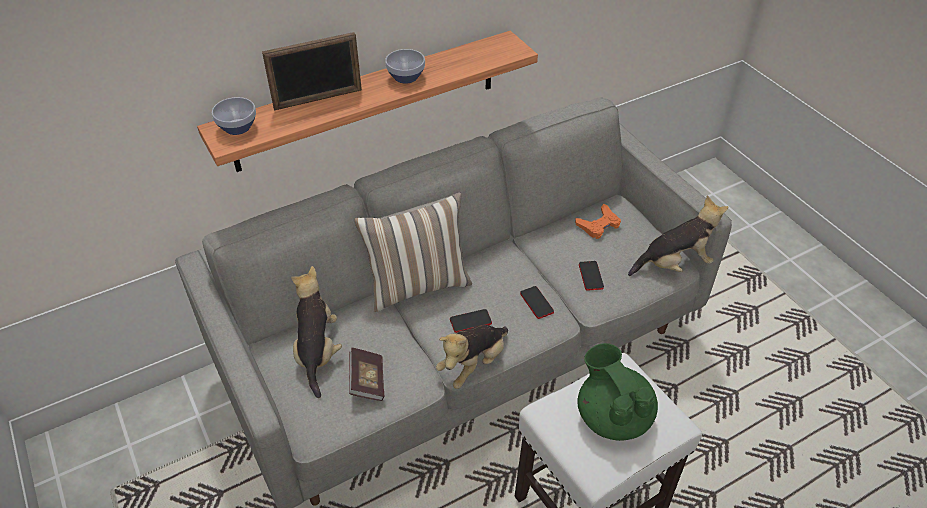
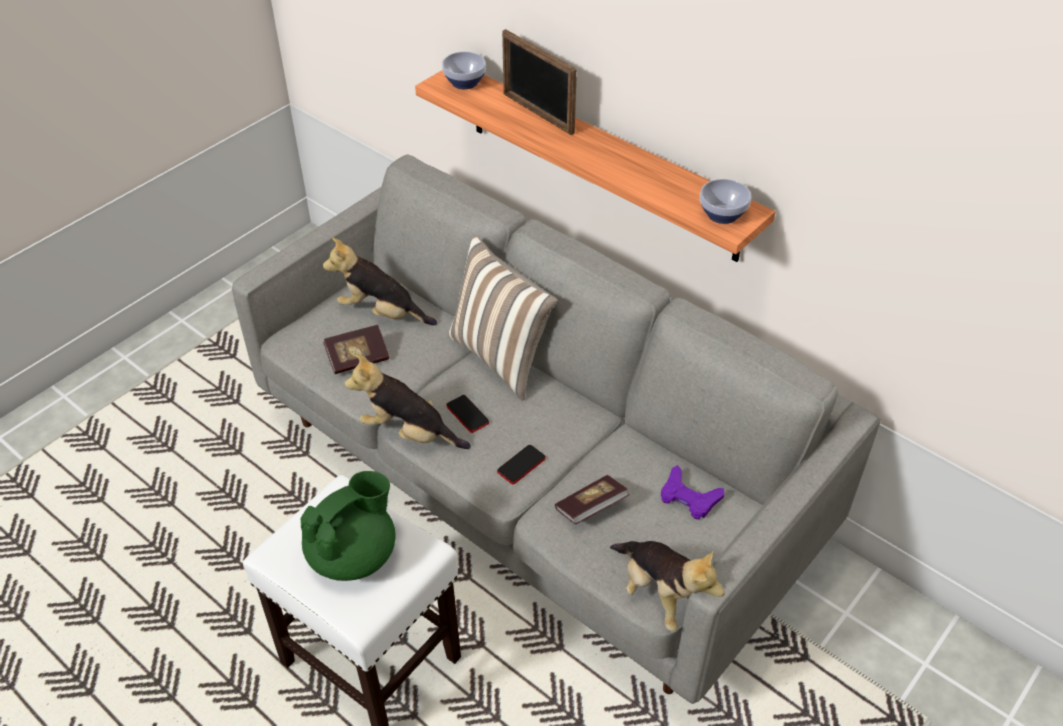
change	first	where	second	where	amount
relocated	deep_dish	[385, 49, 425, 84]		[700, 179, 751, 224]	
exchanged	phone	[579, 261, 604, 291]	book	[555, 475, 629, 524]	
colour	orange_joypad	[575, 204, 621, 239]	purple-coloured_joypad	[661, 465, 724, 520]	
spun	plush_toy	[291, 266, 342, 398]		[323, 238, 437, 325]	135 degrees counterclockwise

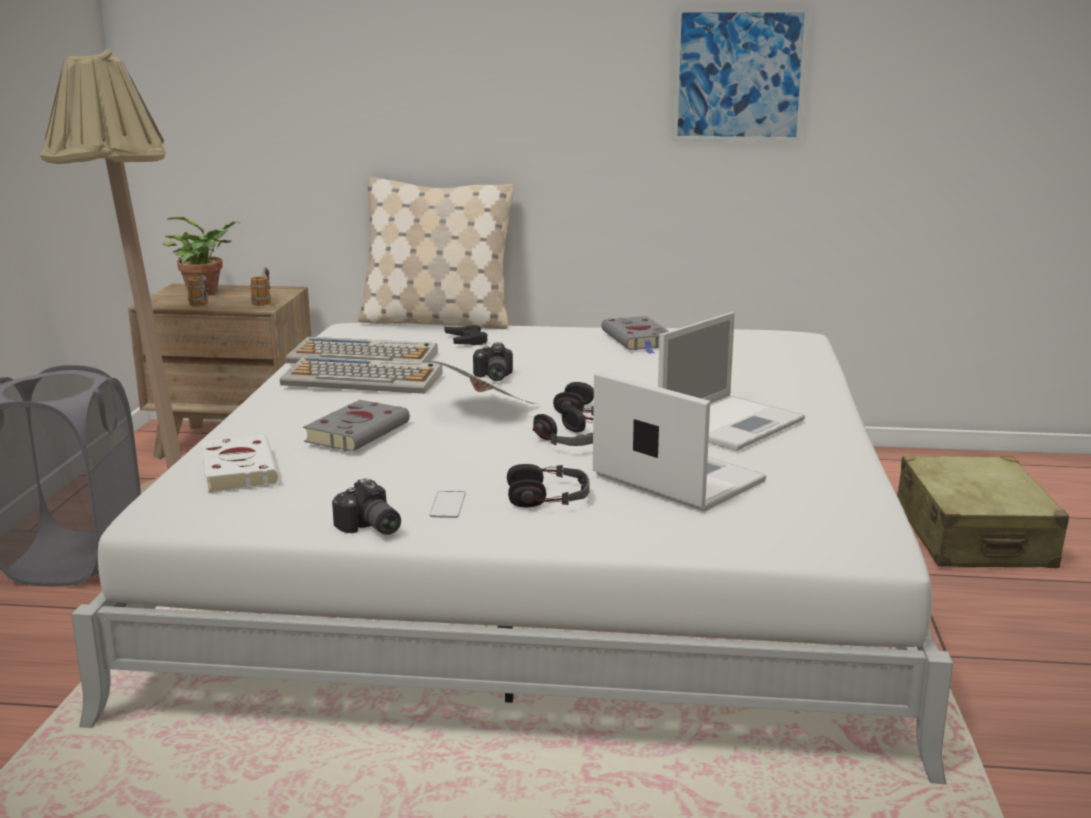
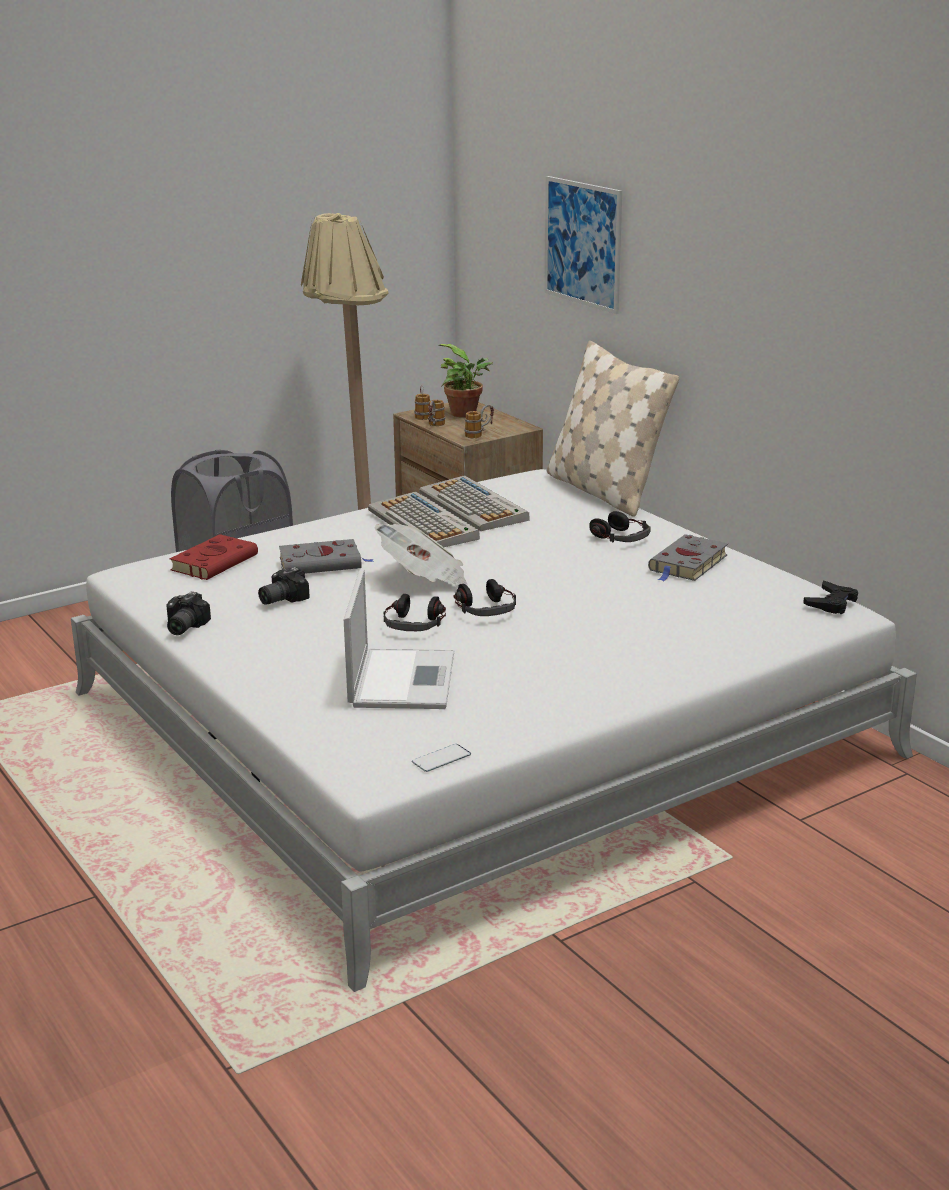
change	first	where	second	where	amount
missing	notebook_computer	[658, 312, 805, 451]			
missing	beige_suitcase	[897, 456, 1069, 568]			
appeared			tea_mug	[414, 385, 431, 420]	
relocated	phone	[430, 491, 466, 518]		[412, 744, 471, 772]	
relocated	black_joypad	[445, 325, 488, 345]		[803, 580, 858, 614]	
relocated	still_camera	[473, 342, 513, 381]		[258, 567, 310, 605]	
relocated	headset	[507, 464, 590, 507]		[589, 511, 651, 543]	
relocated	wall_art	[673, 8, 810, 142]		[544, 176, 622, 314]	
colour	whitish_book	[202, 435, 278, 493]	reddish_book	[169, 534, 258, 580]	

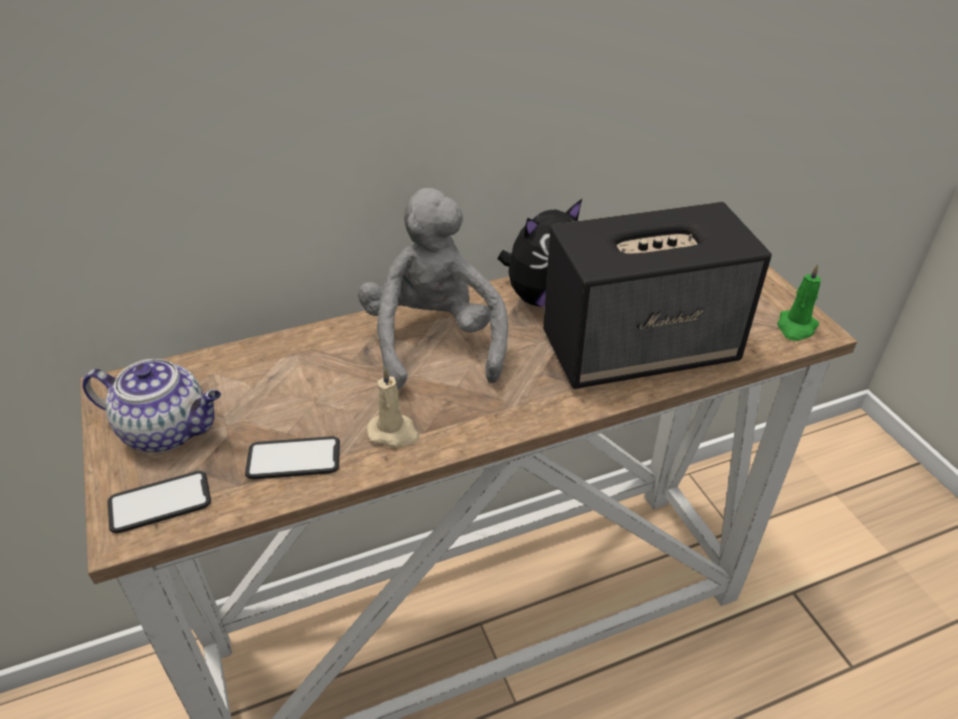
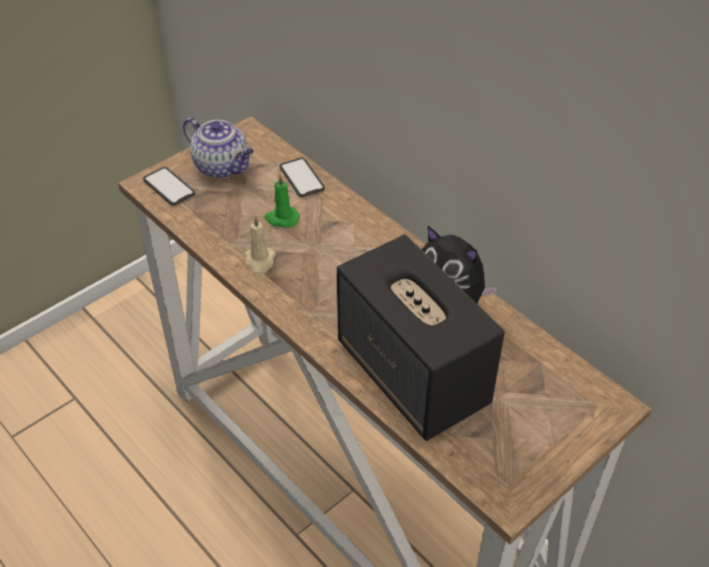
change	first	where	second	where	amount
missing	grey_plush_toy	[358, 188, 508, 390]			
relocated	phone	[245, 436, 340, 479]		[280, 158, 325, 197]	
relocated	greenish_candle	[777, 264, 821, 341]		[264, 174, 300, 228]	
spun	teapot	[82, 359, 221, 453]		[183, 117, 254, 179]	45 degrees counterclockwise

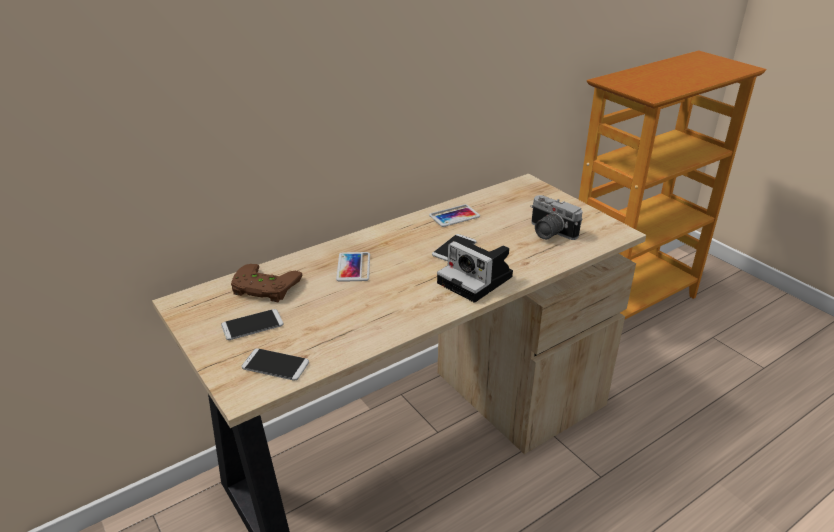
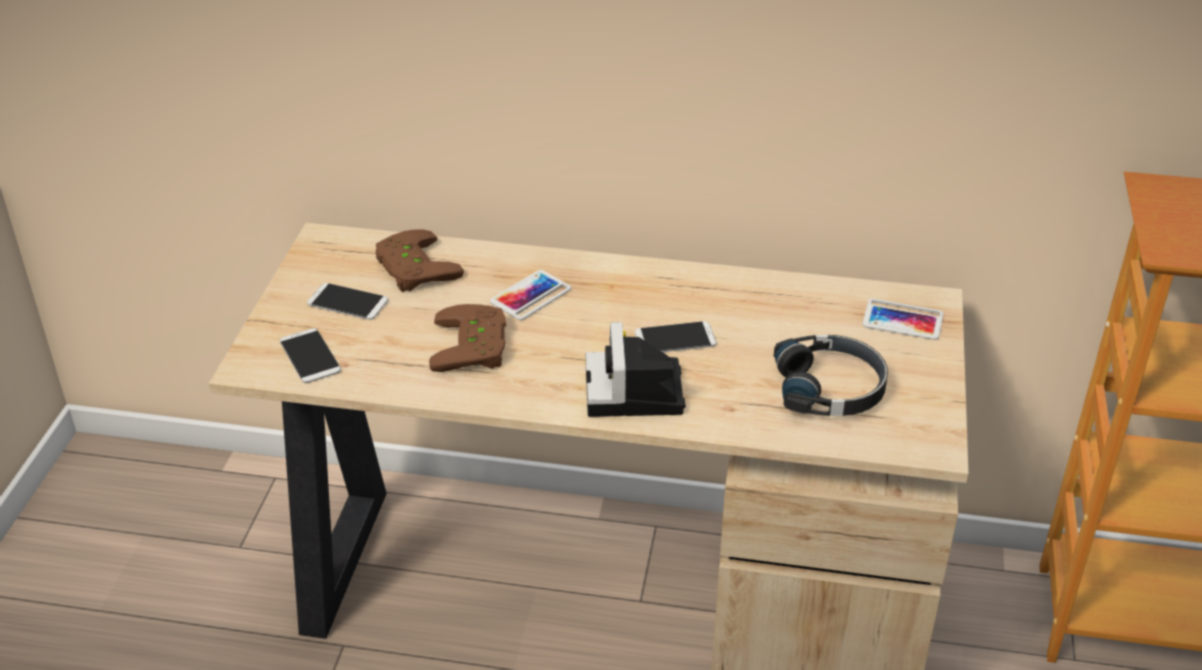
change	first	where	second	where	amount
appeared			brownish_joypad	[429, 304, 506, 372]	
relocated	phone	[429, 204, 480, 227]		[862, 298, 943, 340]	
exchanged	still_camera	[530, 195, 583, 240]	black_headset	[774, 335, 888, 416]	

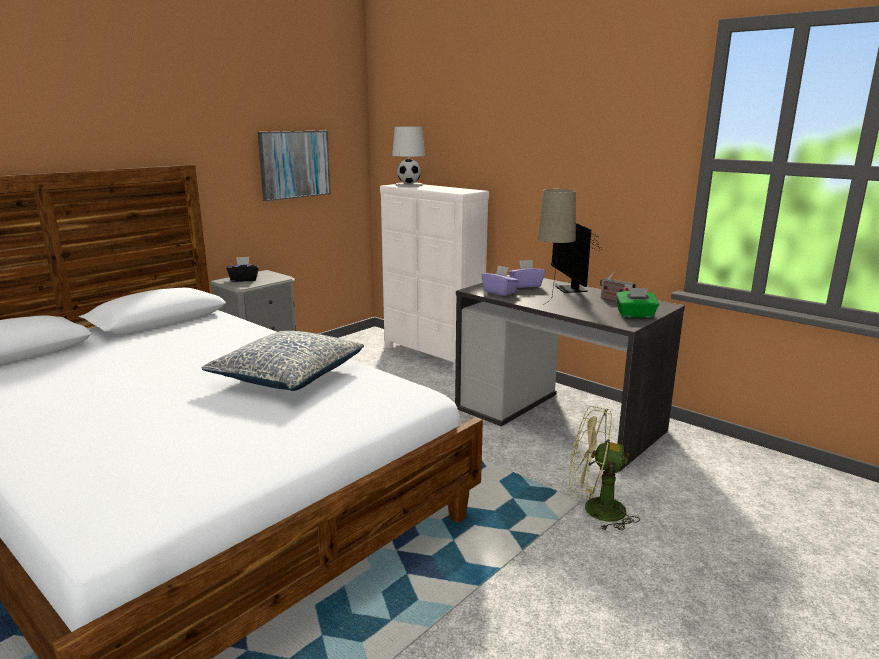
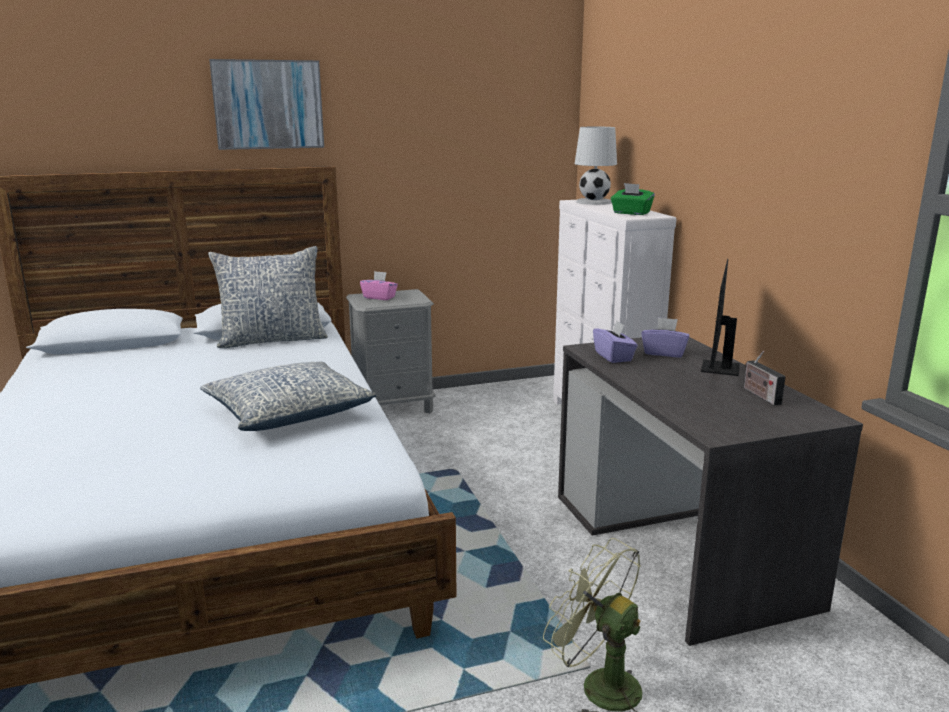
change	first	where	second	where	amount
missing	beige_table_lamp	[538, 189, 576, 305]			
appeared			throw_pillow	[208, 246, 328, 348]	
relocated	wall_art	[257, 131, 331, 201]		[209, 59, 324, 150]	
relocated	greenish_box_of_tissues	[616, 288, 659, 318]		[611, 183, 655, 215]	
colour	black_box_of_tissues	[227, 257, 259, 282]	pinkish_box_of_tissues	[360, 271, 398, 300]	

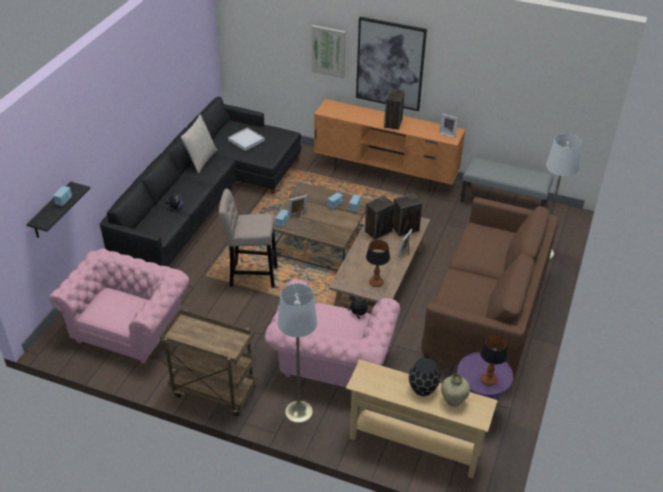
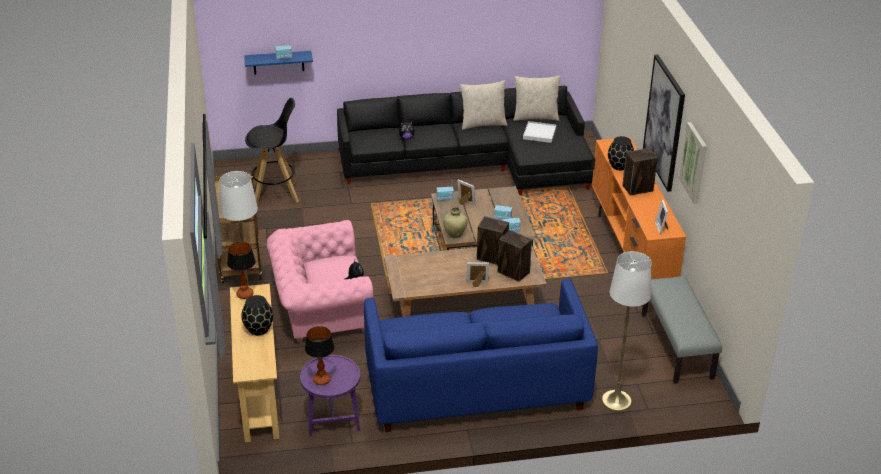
change	first	where	second	where	amount
missing	beige_stool	[219, 189, 278, 288]			
appeared			beige_throw_pillow	[513, 75, 561, 121]	
appeared			black_flower_vase	[608, 136, 634, 170]	
relocated	wall_art	[312, 25, 346, 79]		[679, 122, 707, 204]	
relocated	table_lamp	[366, 240, 390, 287]		[227, 242, 256, 299]	
relocated	beige_flower_vase	[441, 373, 470, 407]		[443, 207, 467, 238]	
exchanged	pinkish_lounge_chair	[49, 248, 189, 364]	black_stool	[245, 98, 299, 205]	
colour	black_shelf	[26, 182, 90, 238]	blue-coloured_shelf	[244, 51, 313, 75]	
colour	brownish_settee	[421, 197, 558, 378]	blue-coloured_settee	[364, 279, 598, 432]	

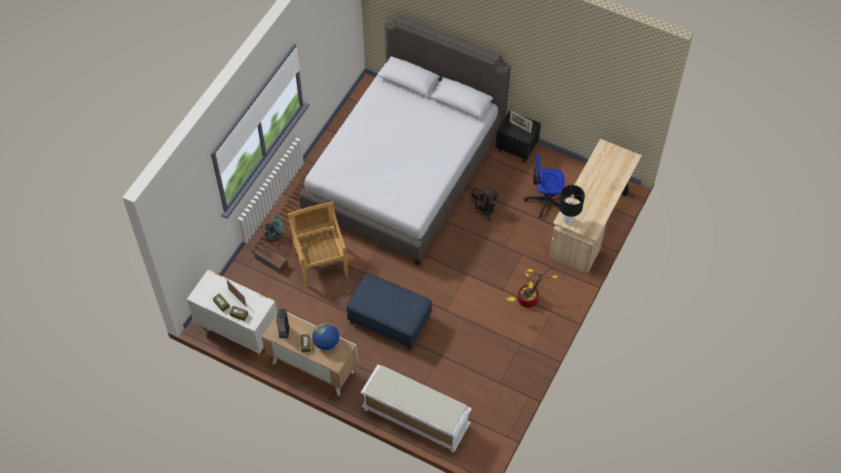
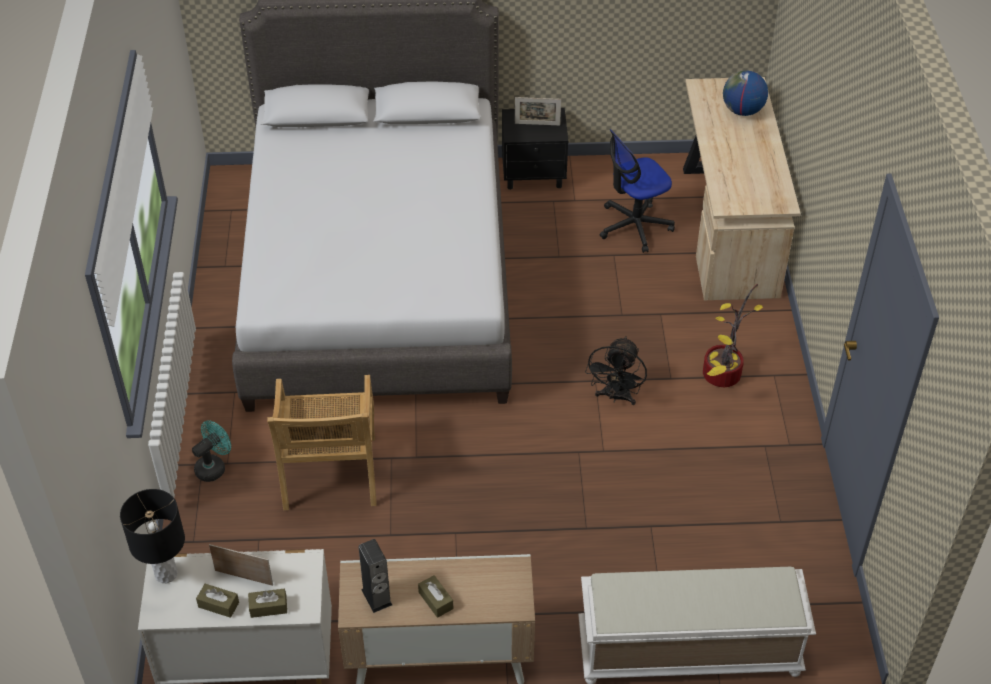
change	first	where	second	where	amount
missing	speaker	[254, 244, 288, 274]			
missing	blue-coloured_pouffe	[346, 273, 432, 350]			
relocated	globe	[312, 323, 339, 350]		[723, 70, 768, 116]	
relocated	black_fan	[468, 187, 499, 221]		[585, 336, 647, 405]	
relocated	black_table_lamp	[559, 185, 585, 225]		[120, 489, 185, 583]	
spun	beige_upright_chair	[288, 202, 348, 288]		[267, 375, 377, 510]	135 degrees counterclockwise

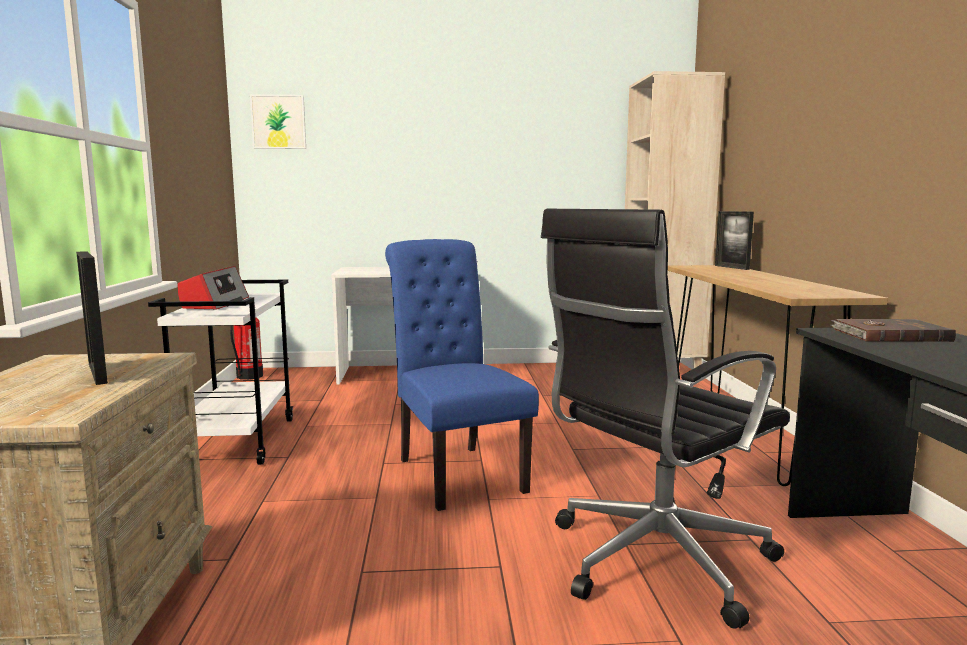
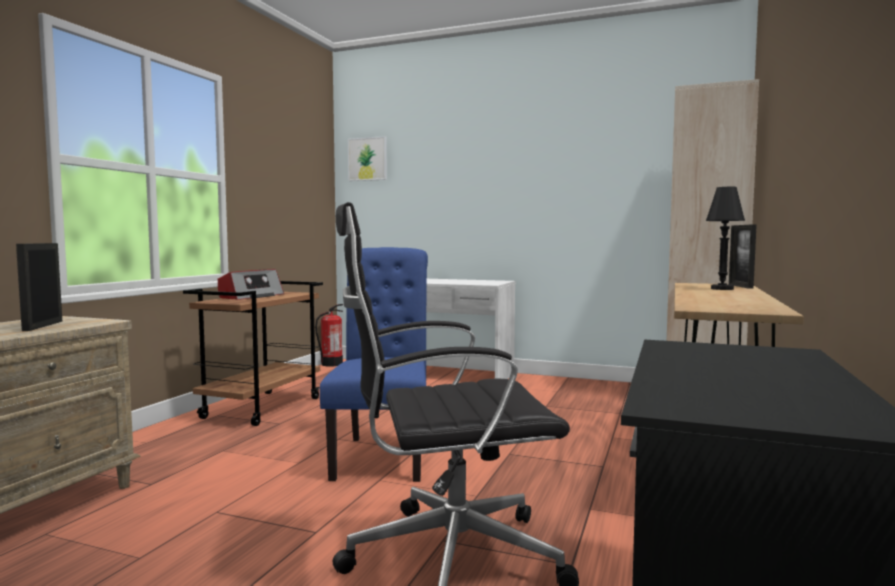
change	first	where	second	where	amount
missing	brownish_book	[831, 319, 956, 342]			
appeared			black_table_lamp	[706, 187, 745, 290]	
colour	whitish_cart	[148, 280, 293, 465]	brownish_cart	[183, 281, 323, 426]	

